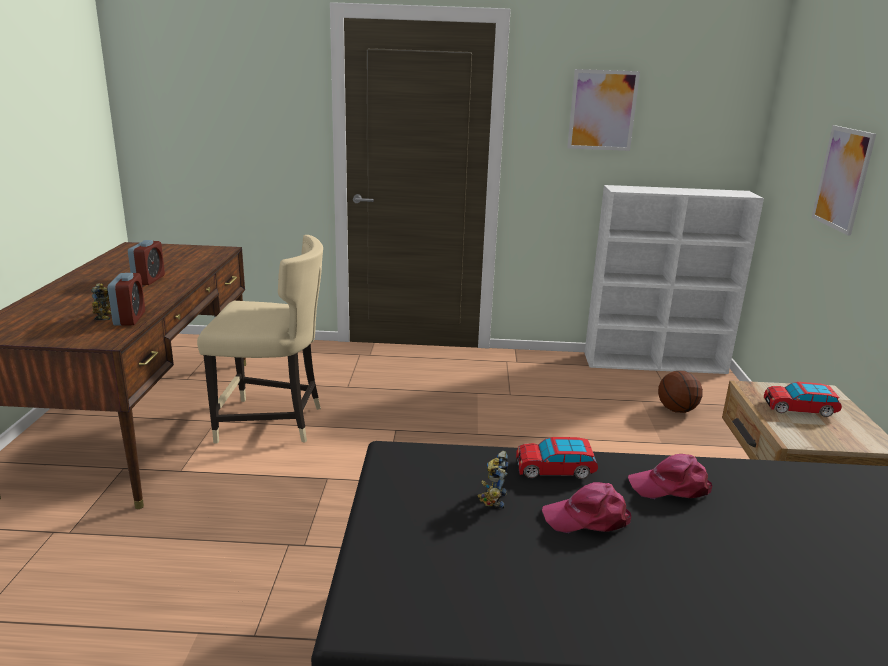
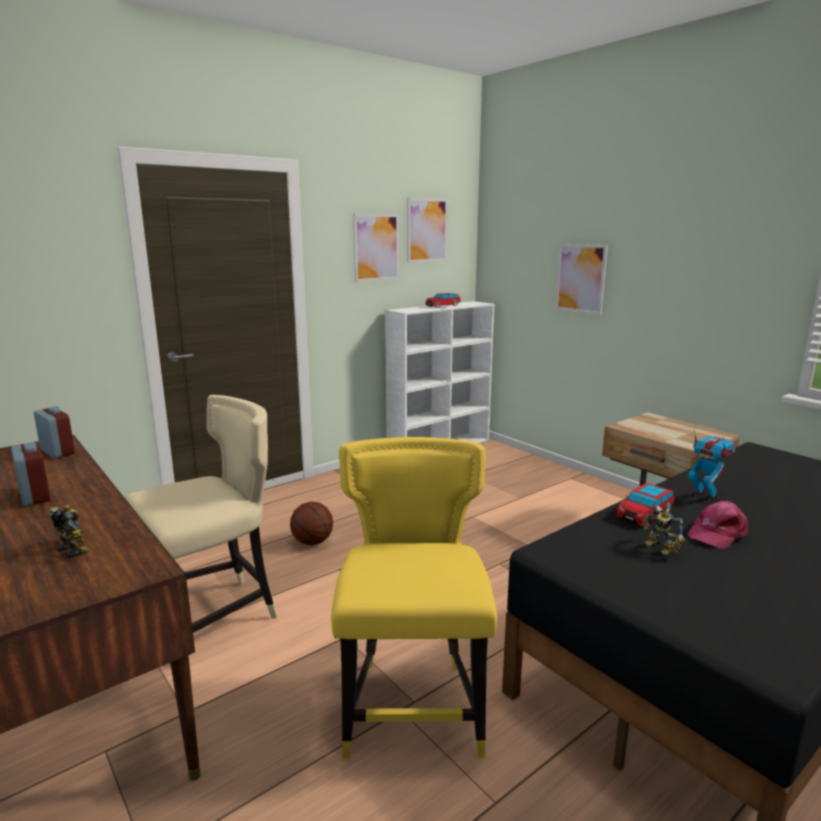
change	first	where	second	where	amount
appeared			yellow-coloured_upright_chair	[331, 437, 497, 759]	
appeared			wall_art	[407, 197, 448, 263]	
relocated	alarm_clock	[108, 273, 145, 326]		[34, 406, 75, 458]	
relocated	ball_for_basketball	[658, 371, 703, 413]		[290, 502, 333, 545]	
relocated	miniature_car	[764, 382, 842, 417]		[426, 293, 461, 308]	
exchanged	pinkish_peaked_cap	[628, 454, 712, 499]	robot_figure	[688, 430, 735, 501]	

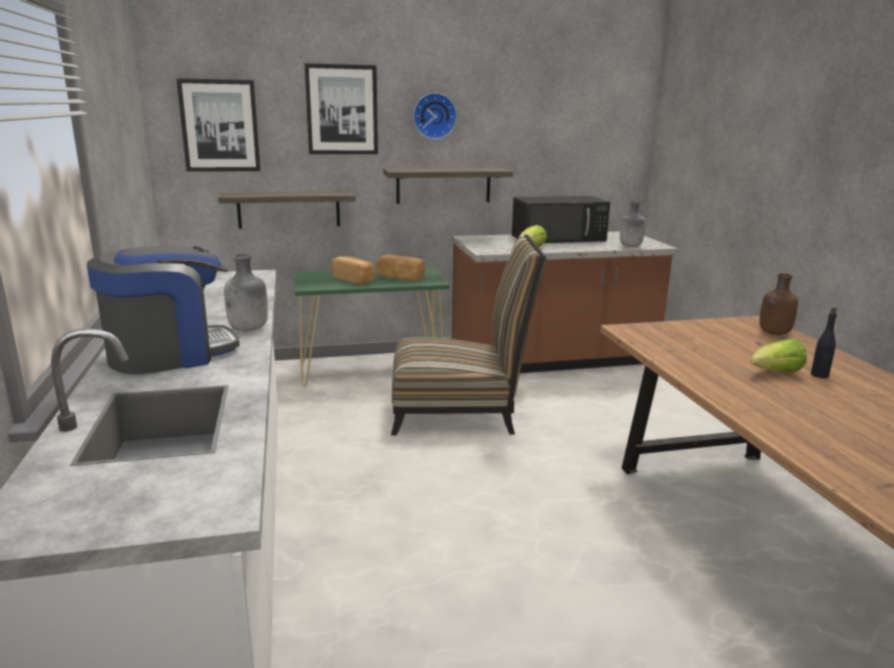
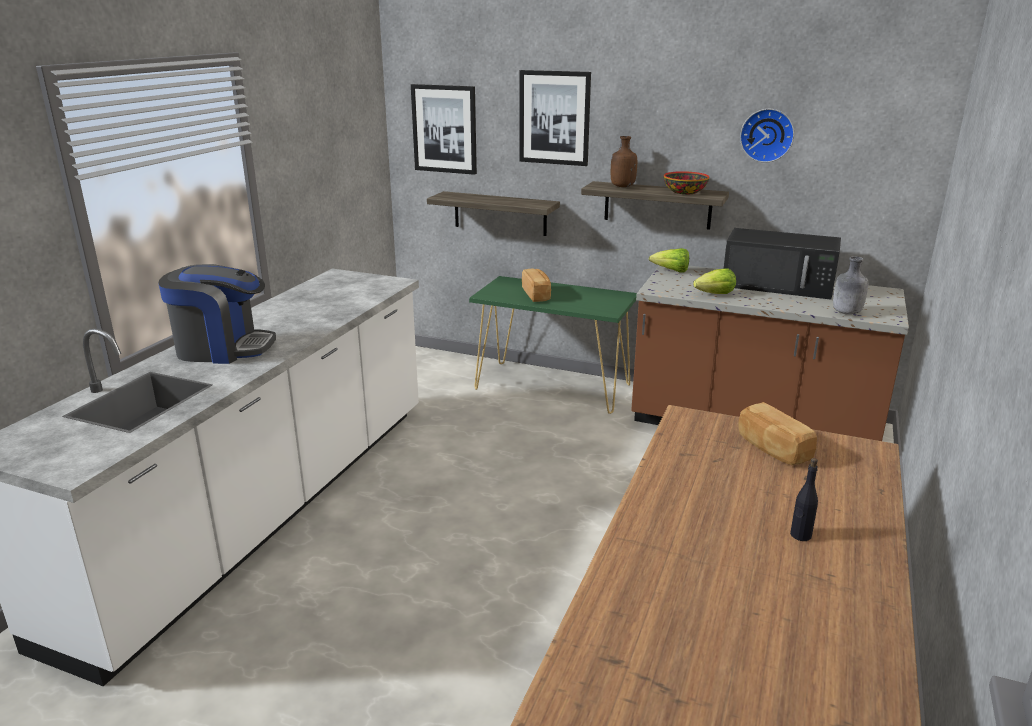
change	first	where	second	where	amount
missing	grey_beverage_bottle	[224, 254, 268, 331]			
missing	upright_chair	[391, 234, 547, 436]			
appeared			deep_dish	[664, 171, 709, 194]	
relocated	bakery_bread	[376, 254, 425, 281]		[738, 402, 817, 465]	
relocated	hanging_clock	[413, 93, 457, 140]		[740, 109, 794, 163]	
relocated	lettuce	[750, 339, 807, 373]		[649, 248, 689, 273]	
relocated	brownish_beverage_bottle	[759, 273, 798, 335]		[611, 136, 637, 187]	

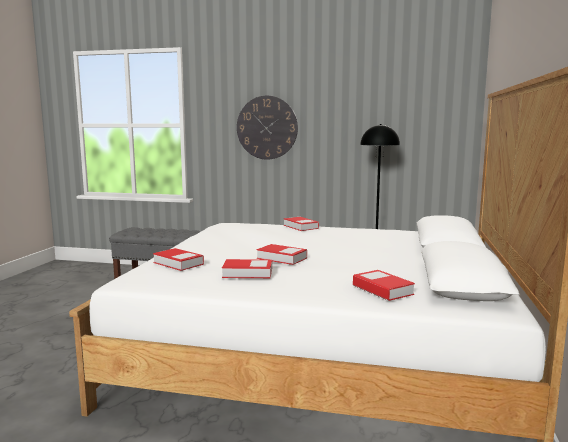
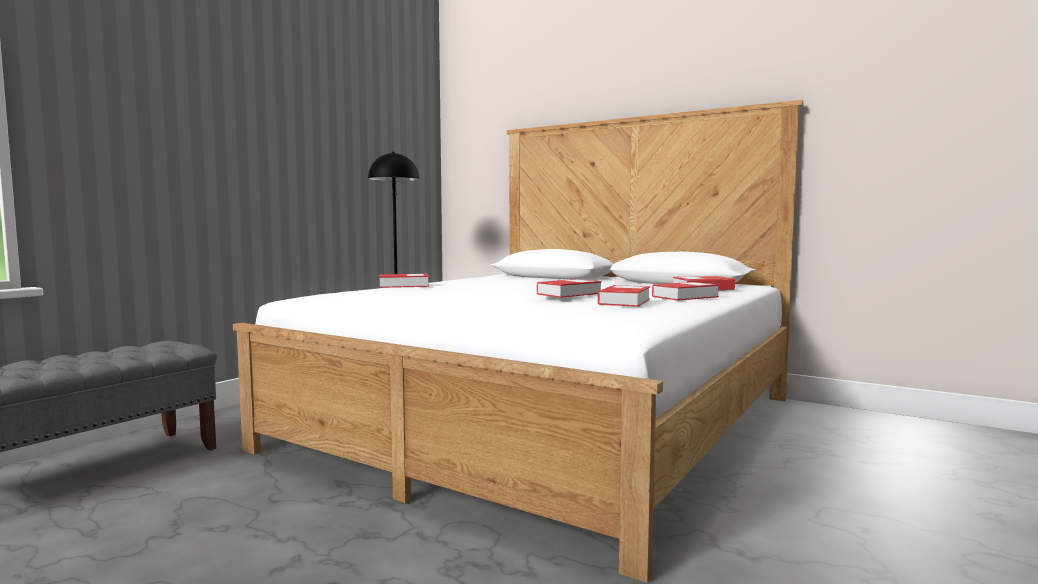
change	first	where	second	where	amount
missing	hanging_clock	[237, 96, 298, 160]			
relocated	book	[153, 248, 204, 271]		[652, 282, 719, 300]	

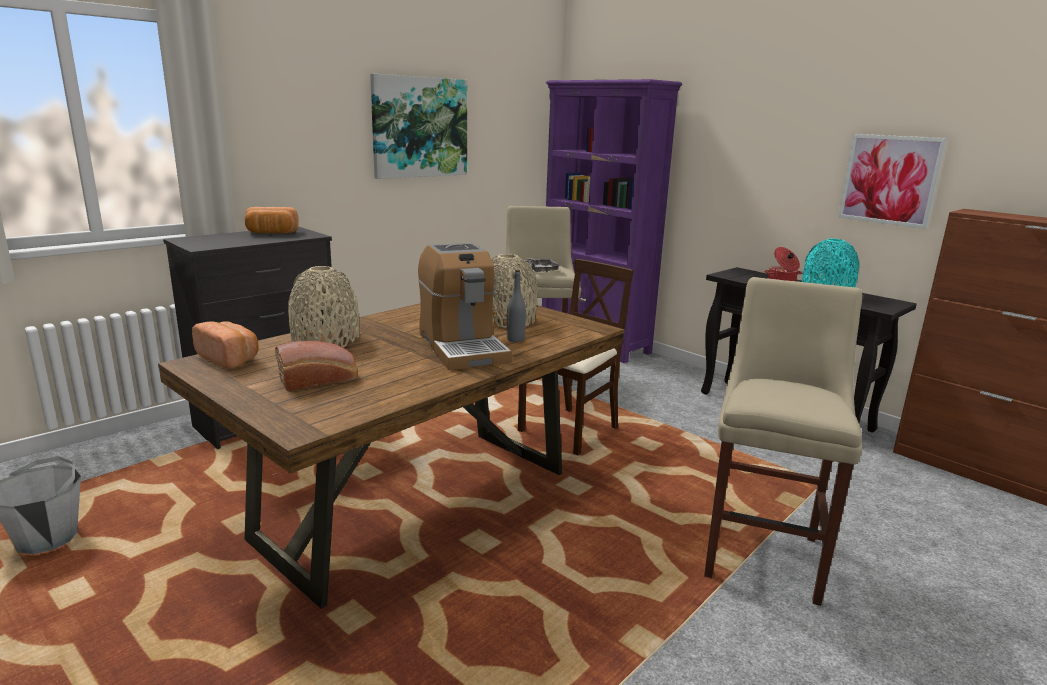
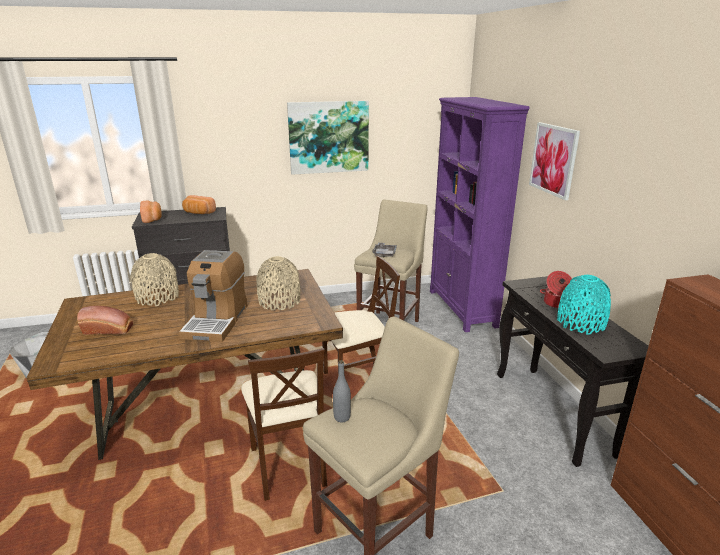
change	first	where	second	where	amount
appeared			beige_upright_chair	[241, 348, 327, 501]	
relocated	bakery_bread	[192, 321, 259, 369]		[140, 201, 162, 223]	
relocated	grey_beverage_bottle	[507, 270, 526, 342]		[333, 360, 351, 422]	
relocated	wall_art	[838, 134, 947, 229]		[529, 122, 580, 200]	

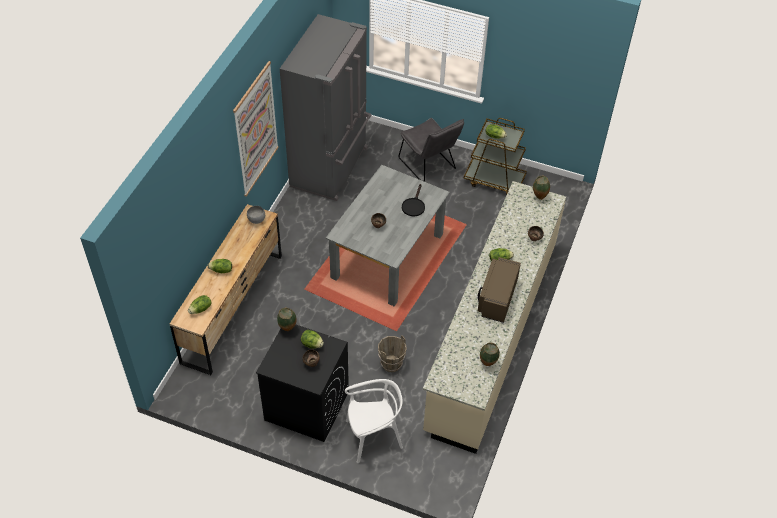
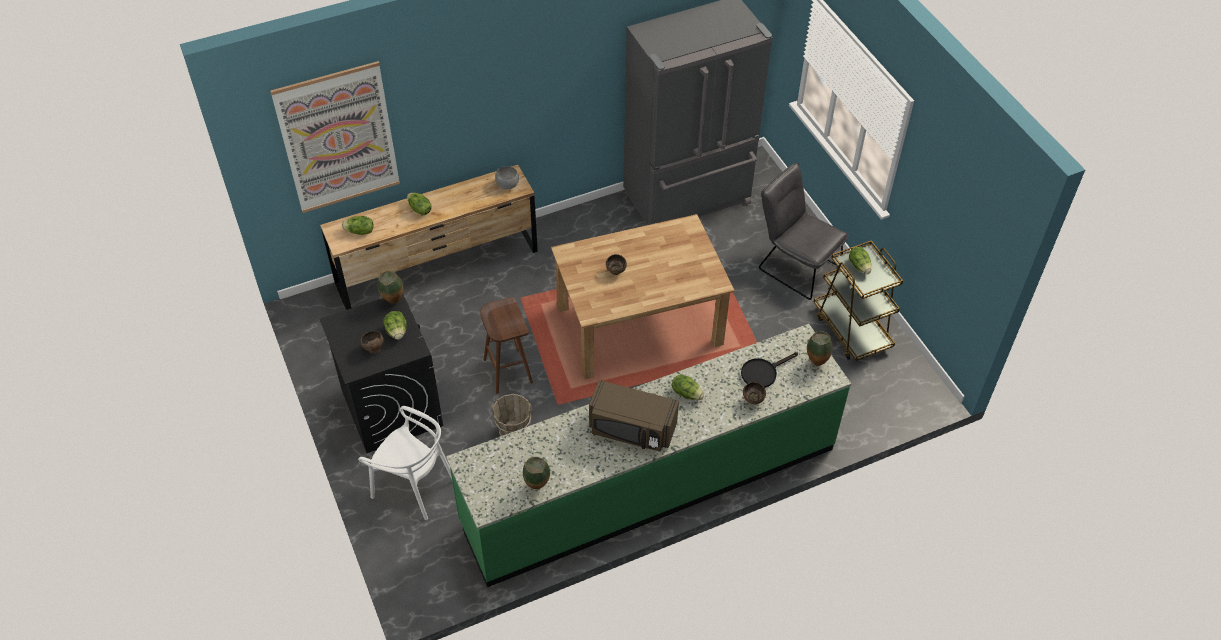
change	first	where	second	where	amount
appeared			brownish_stool	[480, 297, 533, 394]	
relocated	wall_art	[233, 61, 279, 197]		[270, 61, 400, 213]	
relocated	black_skillet	[402, 184, 425, 216]		[741, 352, 798, 388]	
colour	grey_dining_table	[326, 165, 450, 306]	brownish_dining_table	[551, 214, 735, 379]	
colour	beige_counter	[423, 181, 566, 454]	greenish_counter	[446, 324, 851, 587]	
spun	grey_upright_chair	[398, 118, 464, 182]		[759, 163, 849, 300]	120 degrees clockwise
spun	brownish_kitchen_microwave	[478, 257, 521, 323]		[589, 380, 679, 452]	135 degrees counterclockwise

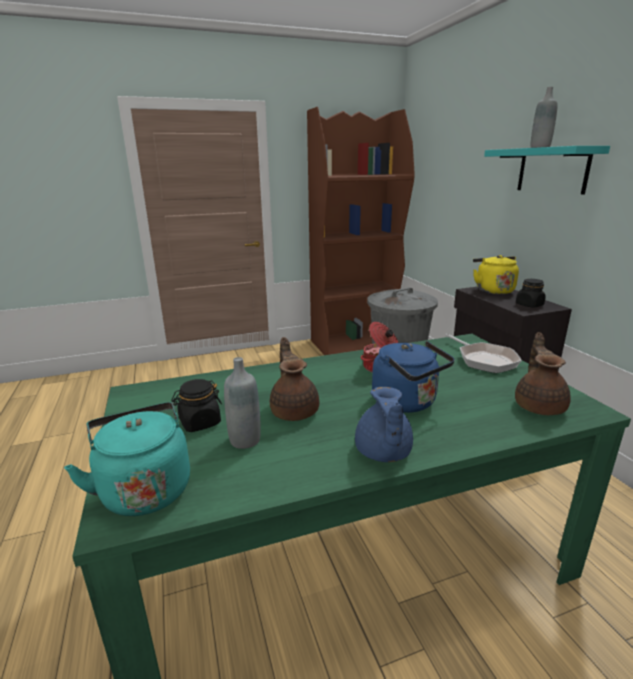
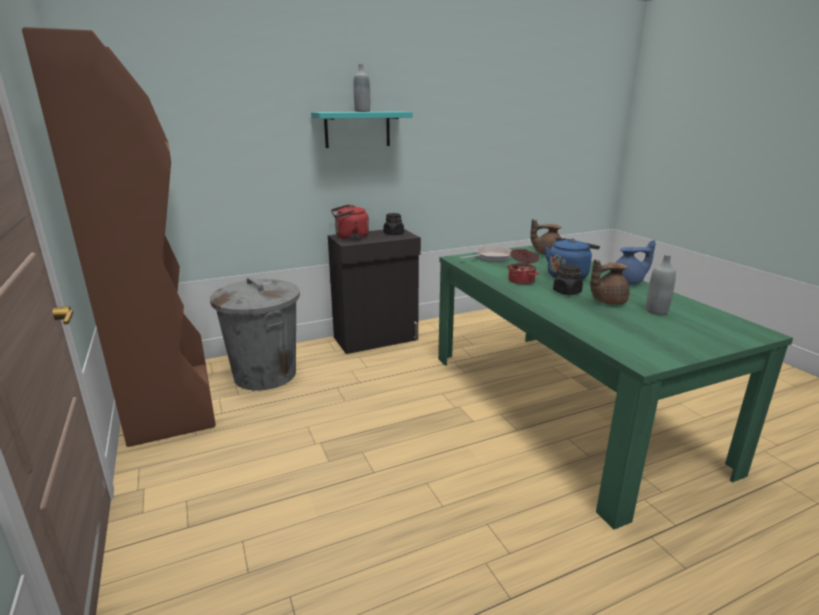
change	first	where	second	where	amount
missing	blue-green_tea_kettle	[64, 402, 190, 516]			
relocated	black_storage_jar	[171, 379, 222, 432]		[553, 264, 584, 295]	
colour	yellow-coloured_tea_kettle	[473, 255, 519, 294]	reddish_tea_kettle	[331, 204, 369, 240]	

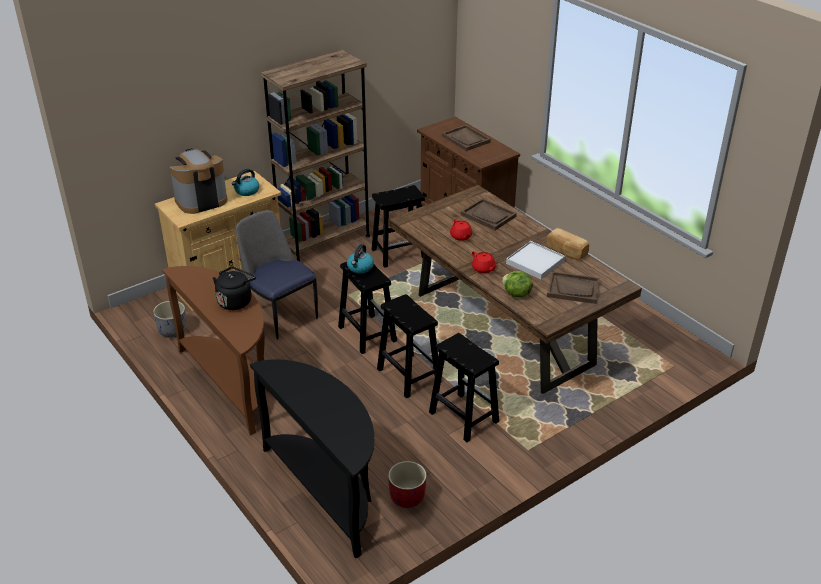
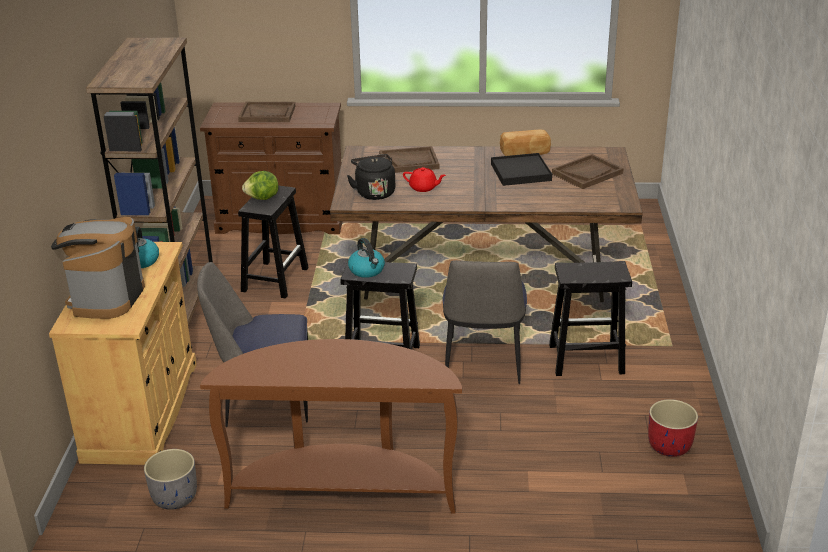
change	first	where	second	where	amount
missing	black_console_table	[250, 359, 375, 558]			
missing	reddish_teapot	[472, 251, 498, 273]			
relocated	black_tea_kettle	[213, 267, 256, 310]		[347, 154, 395, 200]	
relocated	lettuce	[502, 271, 533, 297]		[242, 171, 279, 200]	
exchanged	black_stool	[377, 294, 438, 398]	upright_chair	[443, 260, 527, 384]	
colour	whitish_serving_tray	[506, 241, 565, 279]	black_serving_tray	[491, 153, 552, 186]	

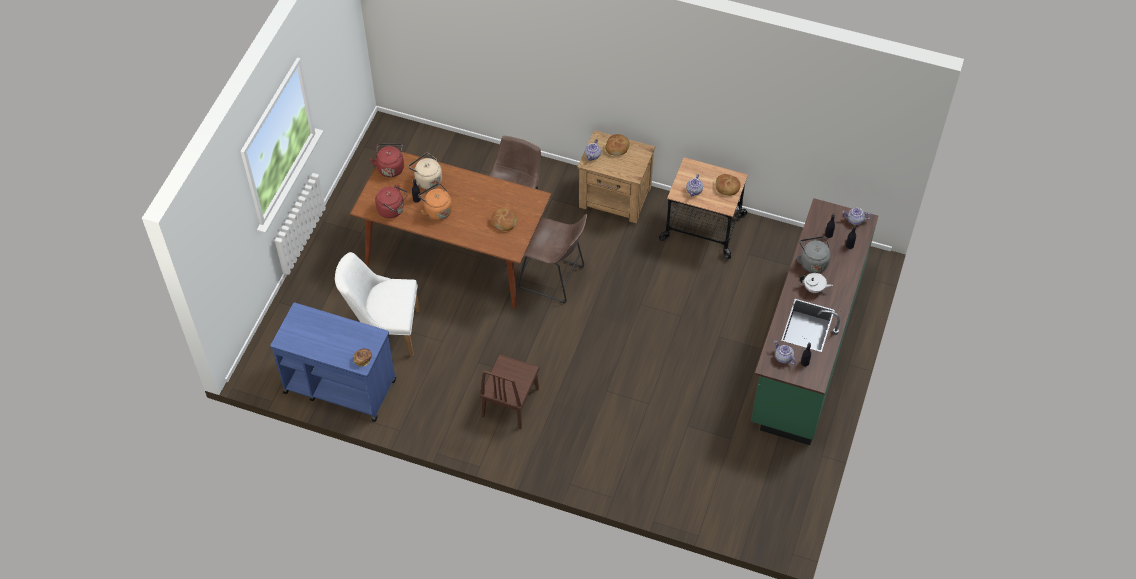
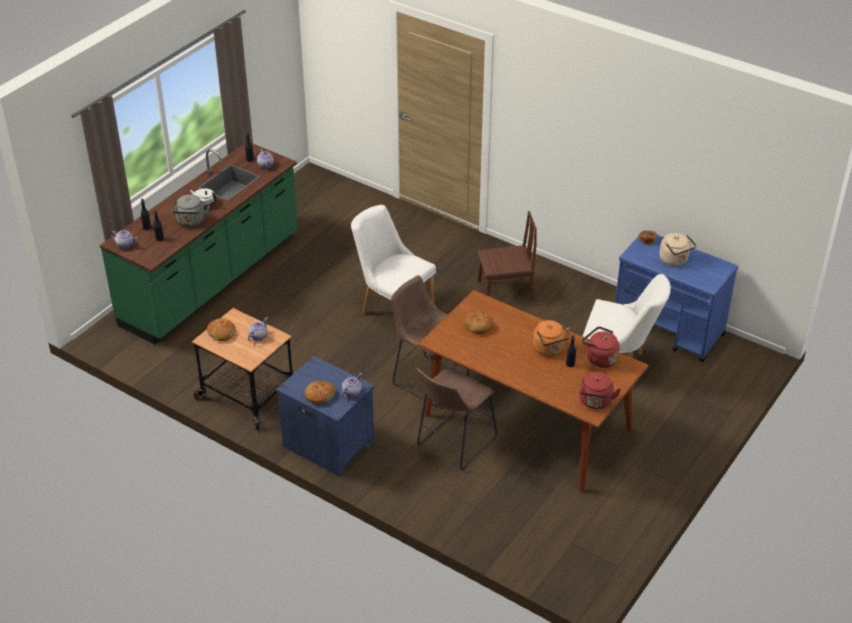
change	first	where	second	where	amount
appeared			whitish_upright_chair	[351, 205, 436, 335]	
relocated	beige_tea_kettle	[408, 153, 442, 189]		[659, 233, 696, 266]	
colour	brownish_bedside_table	[577, 130, 655, 224]	blue-coloured_bedside_table	[276, 356, 375, 476]	
spun	brownish_upright_chair	[480, 354, 540, 429]		[477, 211, 537, 301]	45 degrees clockwise

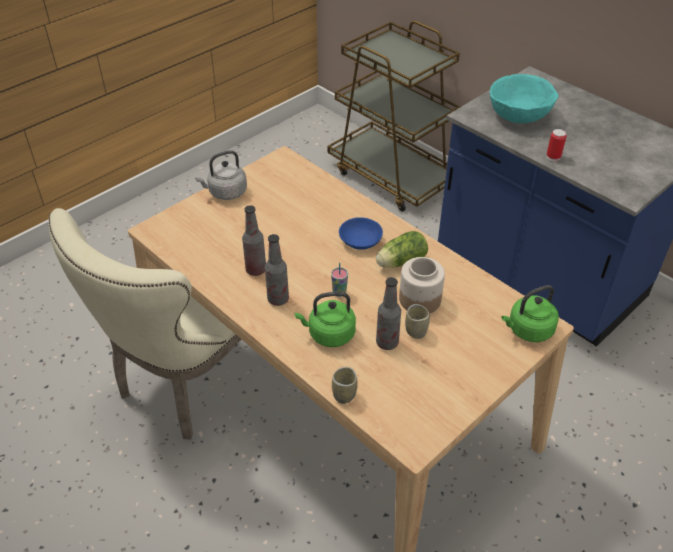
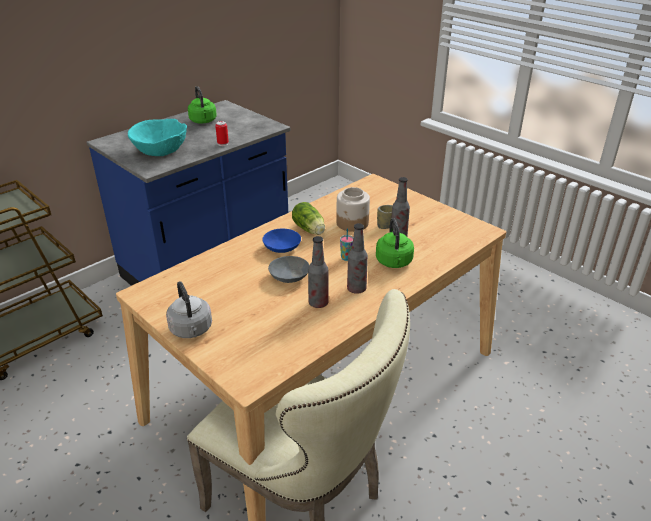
change	first	where	second	where	amount
missing	small_cup	[332, 367, 358, 404]			
appeared			grey_deep_dish	[268, 256, 310, 283]	
relocated	greenish_tea_kettle	[501, 285, 559, 342]		[188, 86, 217, 123]	

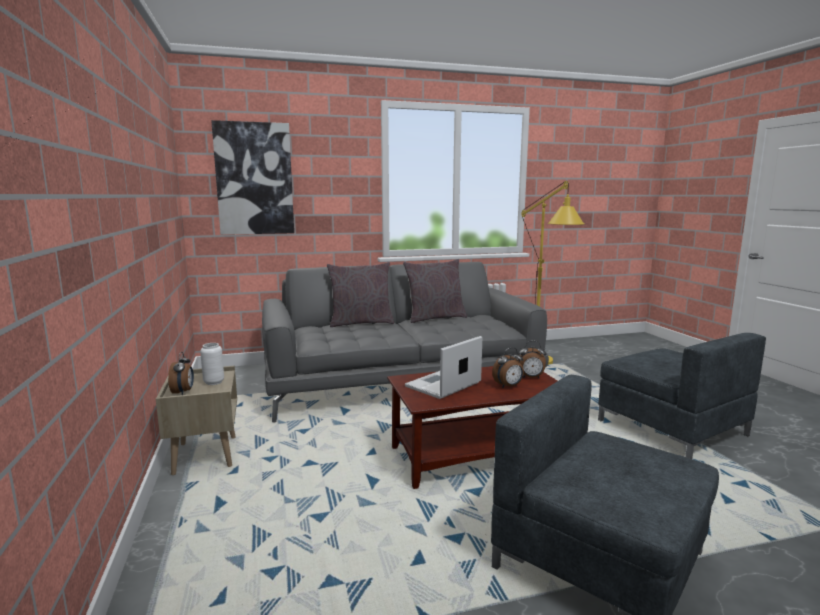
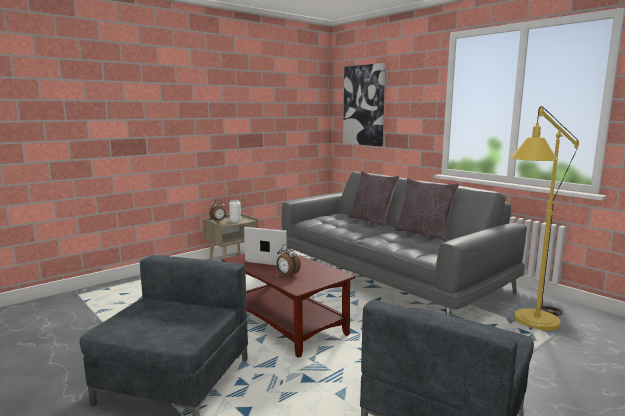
change	first	where	second	where	amount
missing	alarm_clock	[518, 341, 546, 378]			

